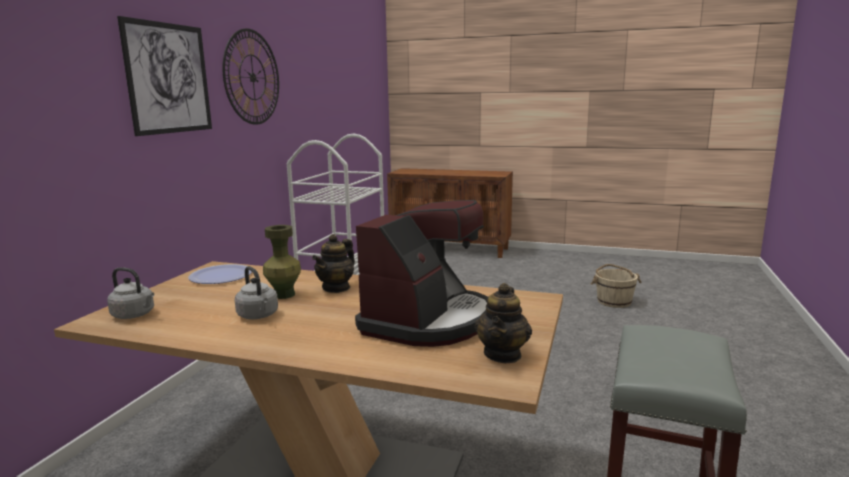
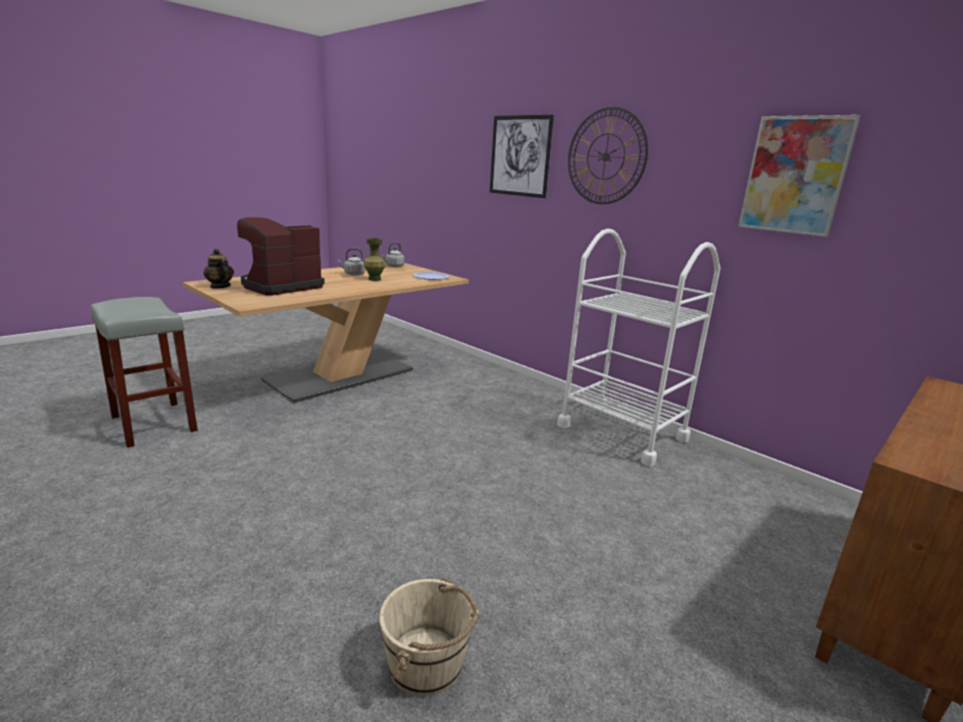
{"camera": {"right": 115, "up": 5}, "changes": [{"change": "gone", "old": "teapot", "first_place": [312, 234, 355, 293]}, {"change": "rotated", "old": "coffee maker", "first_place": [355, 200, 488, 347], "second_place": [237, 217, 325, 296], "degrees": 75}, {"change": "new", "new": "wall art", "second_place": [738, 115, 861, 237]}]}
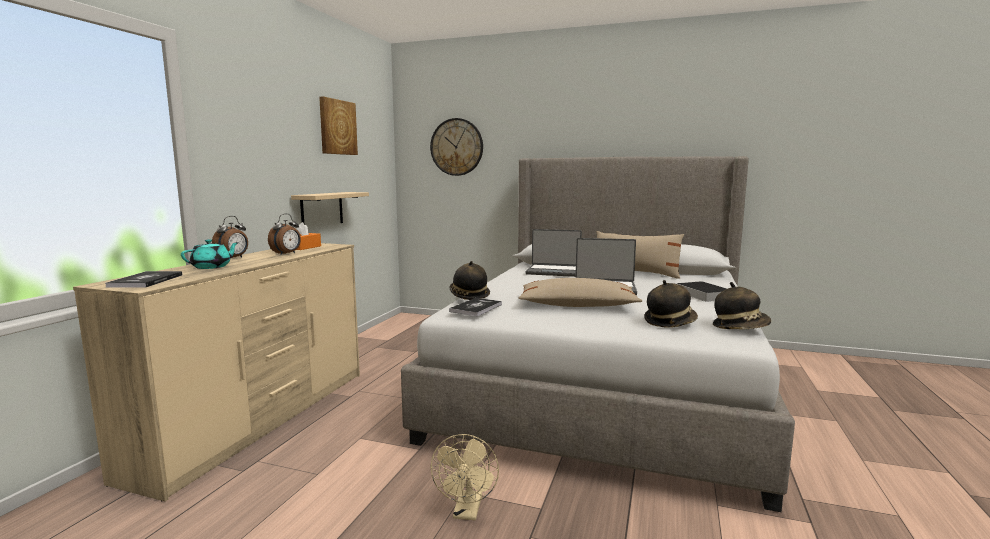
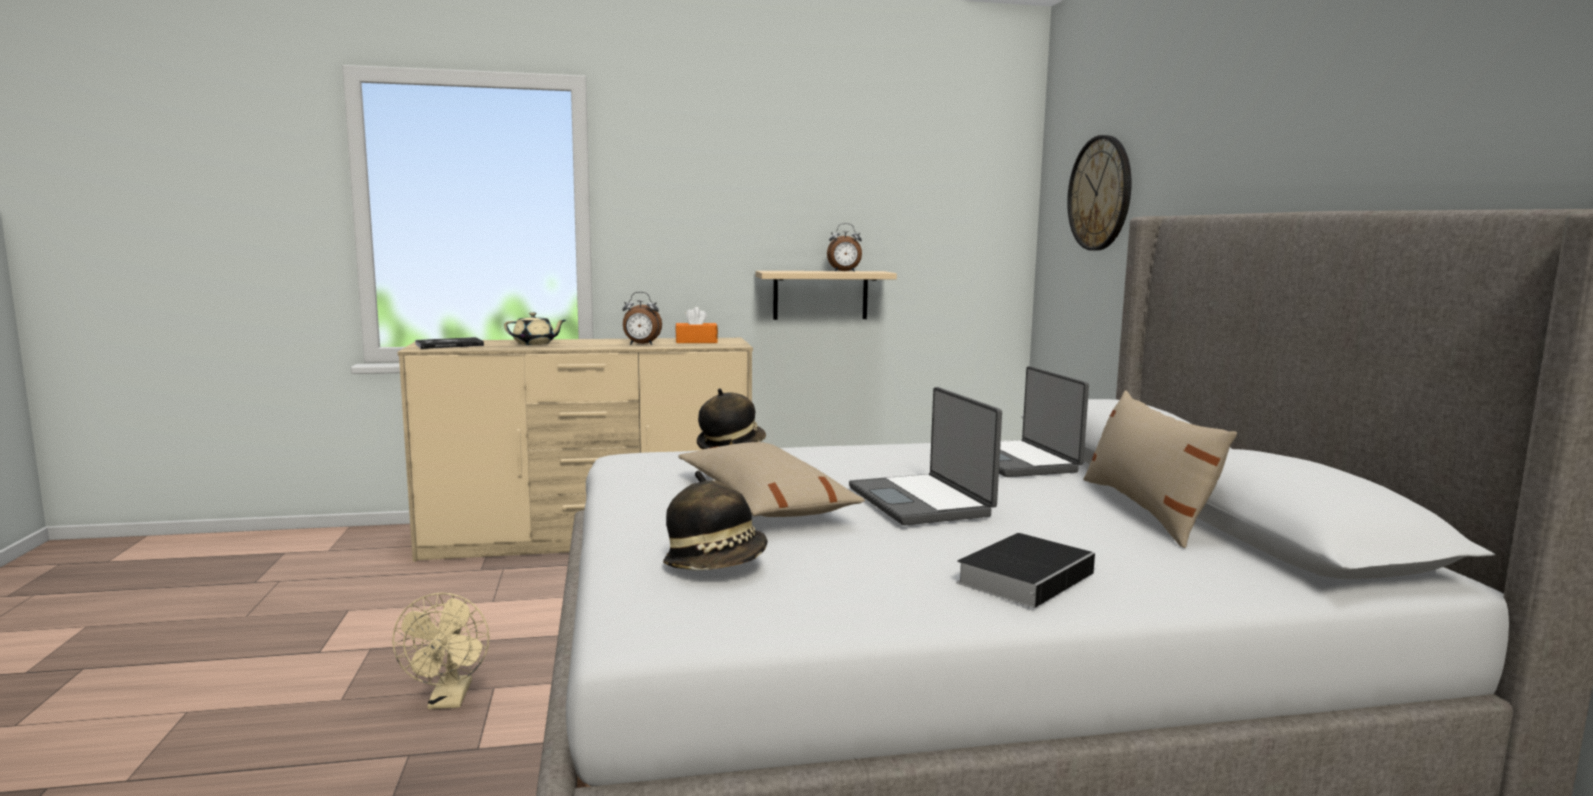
{"camera": {"right": 60, "up": 0}, "changes": [{"change": "repainted", "old": "teapot (turquoise-coloured)", "new": "teapot (sand-coloured)", "first_place": [181, 239, 239, 269], "second_place": [504, 312, 566, 345]}, {"change": "shifted", "old": "alarm clock", "first_place": [212, 216, 248, 258], "second_place": [827, 223, 862, 272]}, {"change": "gone", "old": "wall art", "first_place": [319, 96, 358, 155]}, {"change": "rotated", "old": "cooling fan (sand-coloured)", "first_place": [431, 434, 499, 520], "second_place": [392, 592, 489, 709], "degrees": -75}, {"change": "gone", "old": "book", "first_place": [449, 298, 502, 316]}, {"change": "gone", "old": "clothing hat", "first_place": [713, 282, 771, 330]}]}
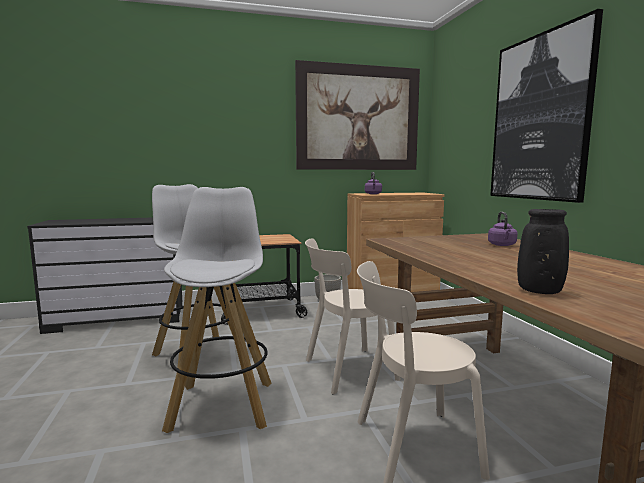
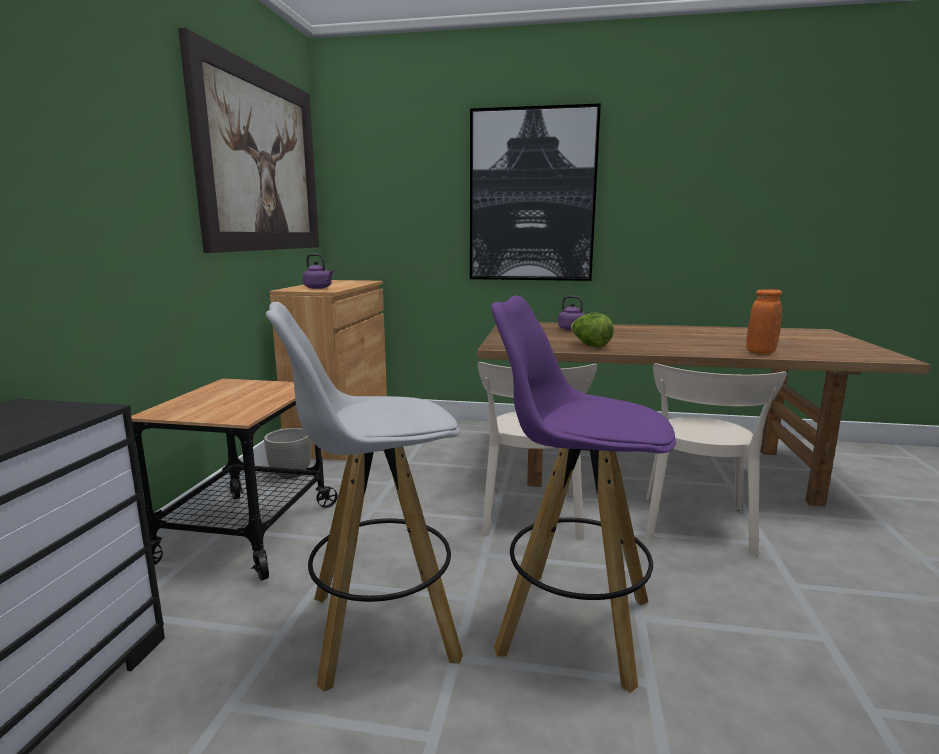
{"camera": {"right": -65, "up": 5}, "changes": [{"change": "repainted", "old": "sitting stool (white)", "new": "sitting stool (purple-coloured)", "first_place": [162, 187, 271, 433], "second_place": [491, 296, 676, 693]}, {"change": "repainted", "old": "vase (black)", "new": "vase (orange-coloured)", "first_place": [517, 209, 569, 294], "second_place": [746, 289, 782, 354]}, {"change": "new", "new": "head of lettuce", "second_place": [571, 312, 614, 347]}]}
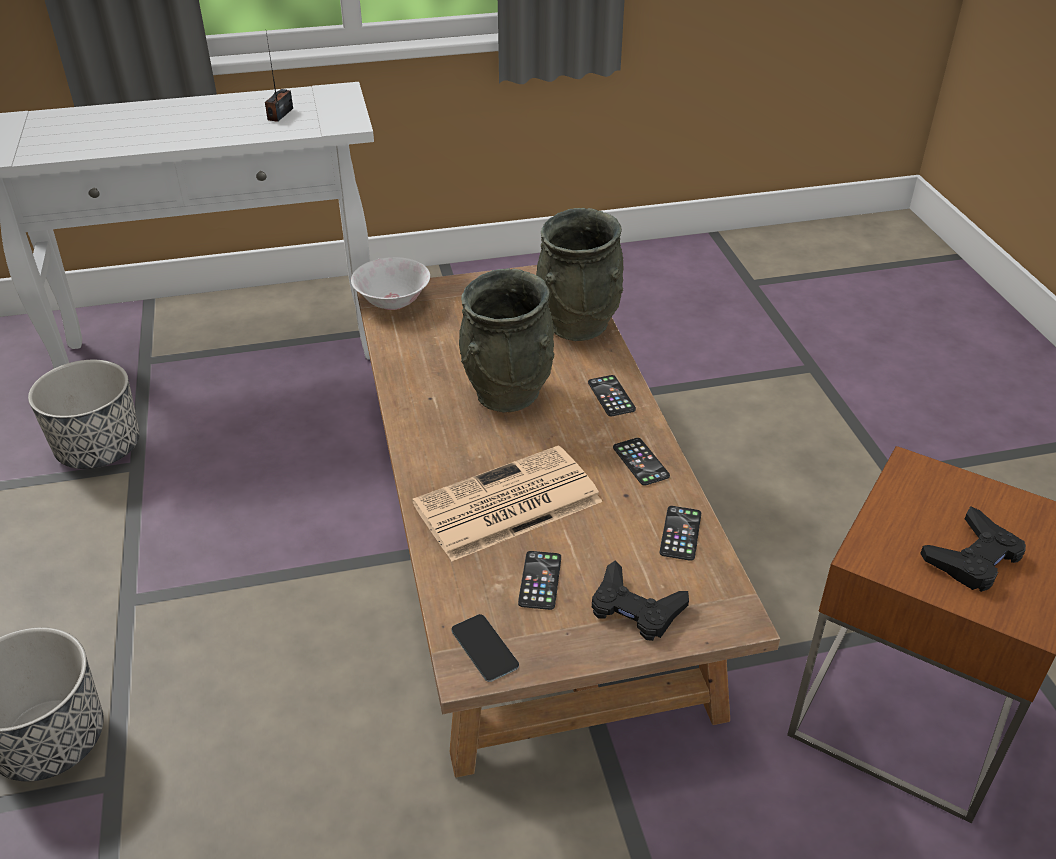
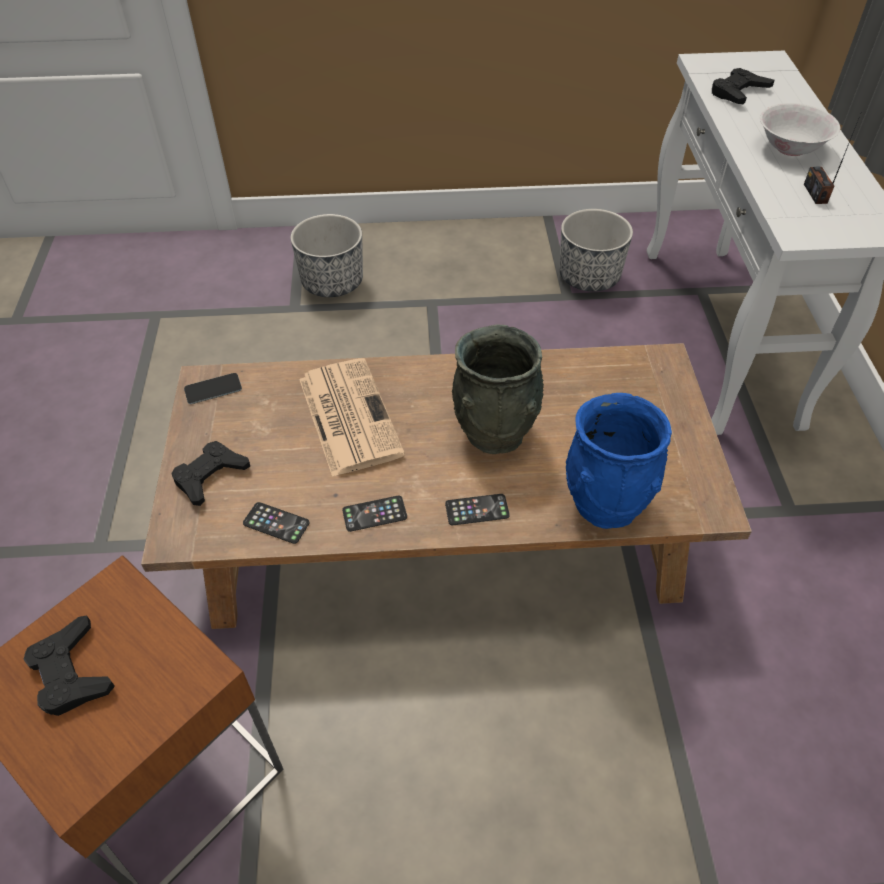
{"camera": {"right": 100, "up": 10}, "changes": [{"change": "rotated", "old": "radio set", "first_place": [265, 32, 293, 122], "second_place": [804, 111, 862, 204], "degrees": -120}, {"change": "shifted", "old": "serving bowl (white)", "first_place": [351, 257, 430, 310], "second_place": [760, 103, 840, 156]}, {"change": "gone", "old": "handset", "first_place": [518, 551, 561, 610]}, {"change": "repainted", "old": "vase (gray)", "new": "vase (blue)", "first_place": [536, 208, 624, 341], "second_place": [566, 393, 672, 529]}, {"change": "new", "new": "game controller (black)", "second_place": [712, 68, 775, 104]}]}
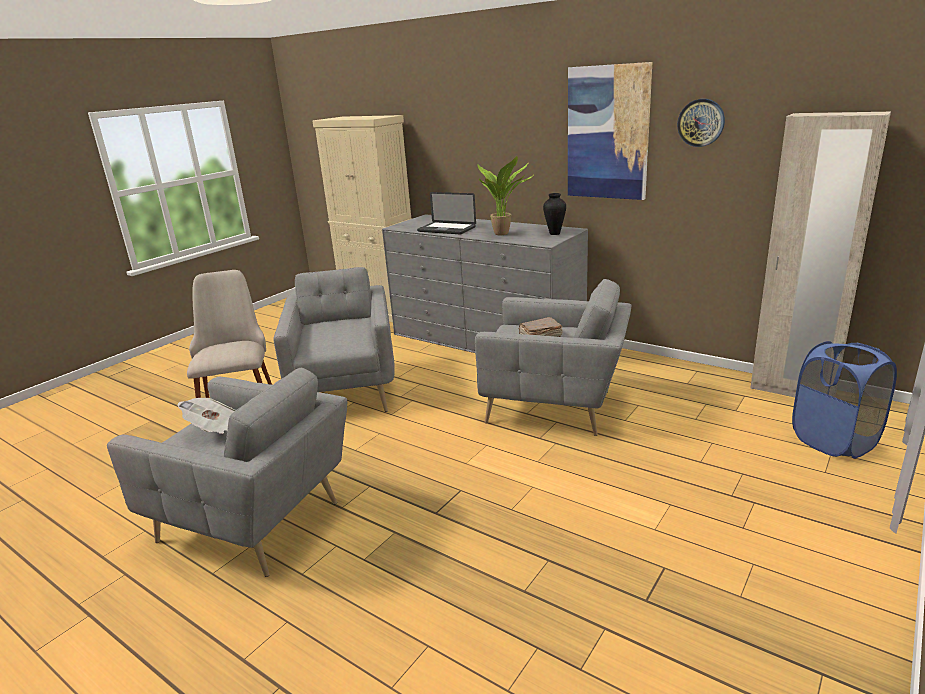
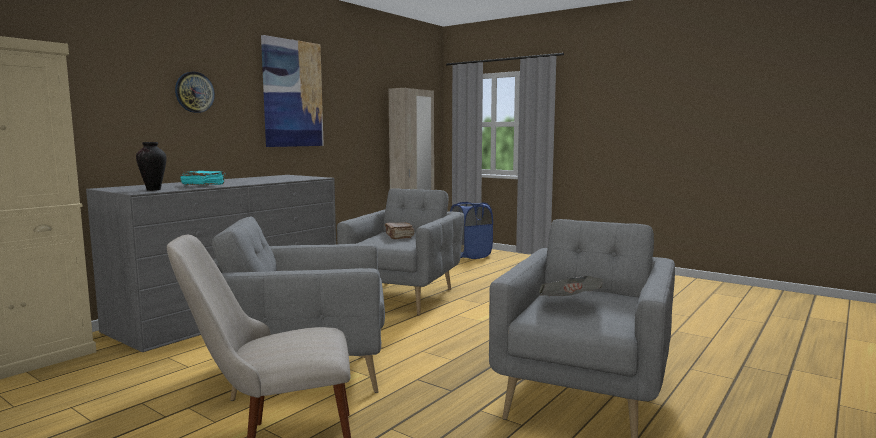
{"camera": {"right": -90, "up": -15}, "changes": [{"change": "swapped", "old": "notebook computer", "new": "book (turquoise-coloured)", "first_place": [417, 192, 476, 234], "second_place": [181, 171, 226, 186]}, {"change": "gone", "old": "houseplant", "first_place": [478, 156, 533, 235]}, {"change": "shifted", "old": "vase", "first_place": [543, 193, 566, 235], "second_place": [136, 142, 167, 191]}, {"change": "shifted", "old": "clock on the wall", "first_place": [677, 99, 725, 147], "second_place": [175, 72, 215, 113]}]}
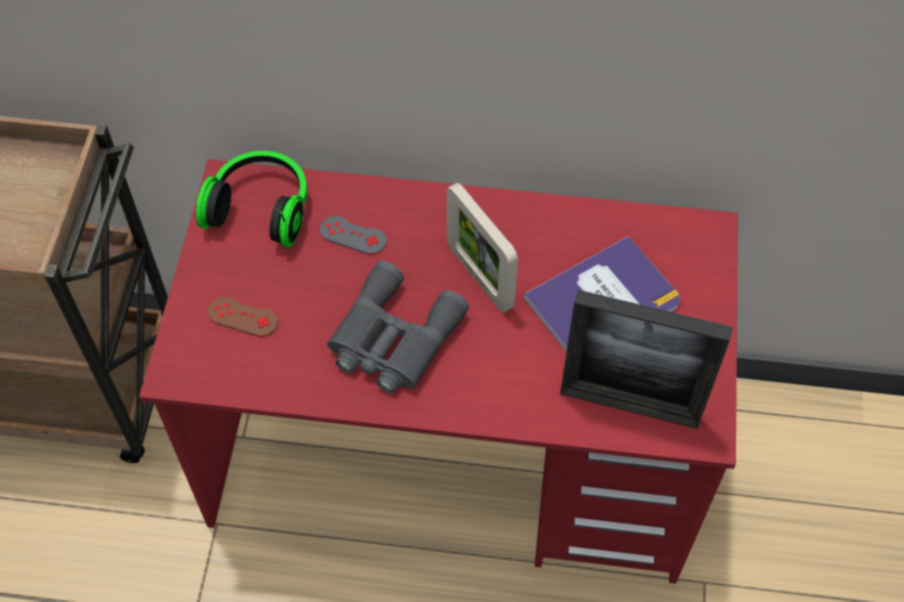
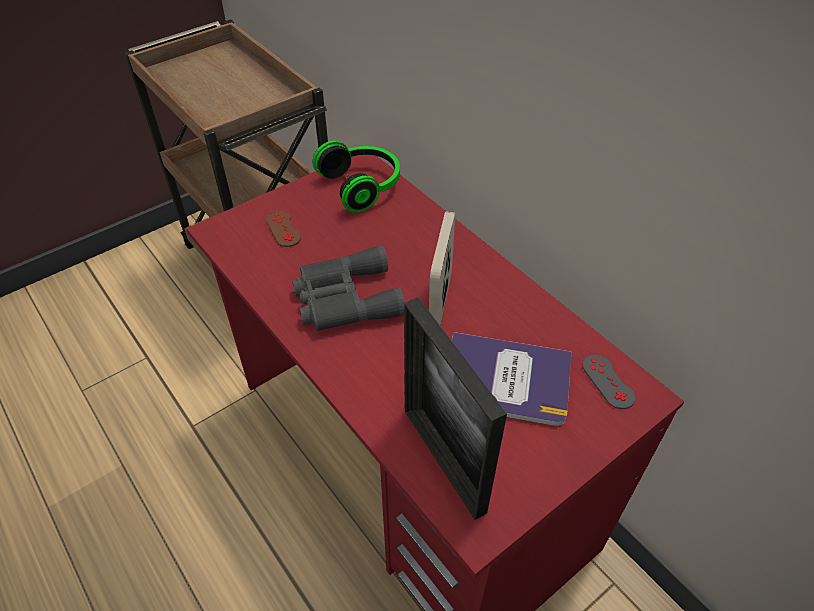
{"camera": {"right": 45, "up": -10}, "changes": [{"change": "shifted", "old": "game controller (gray)", "first_place": [320, 216, 387, 254], "second_place": [582, 355, 635, 409]}]}
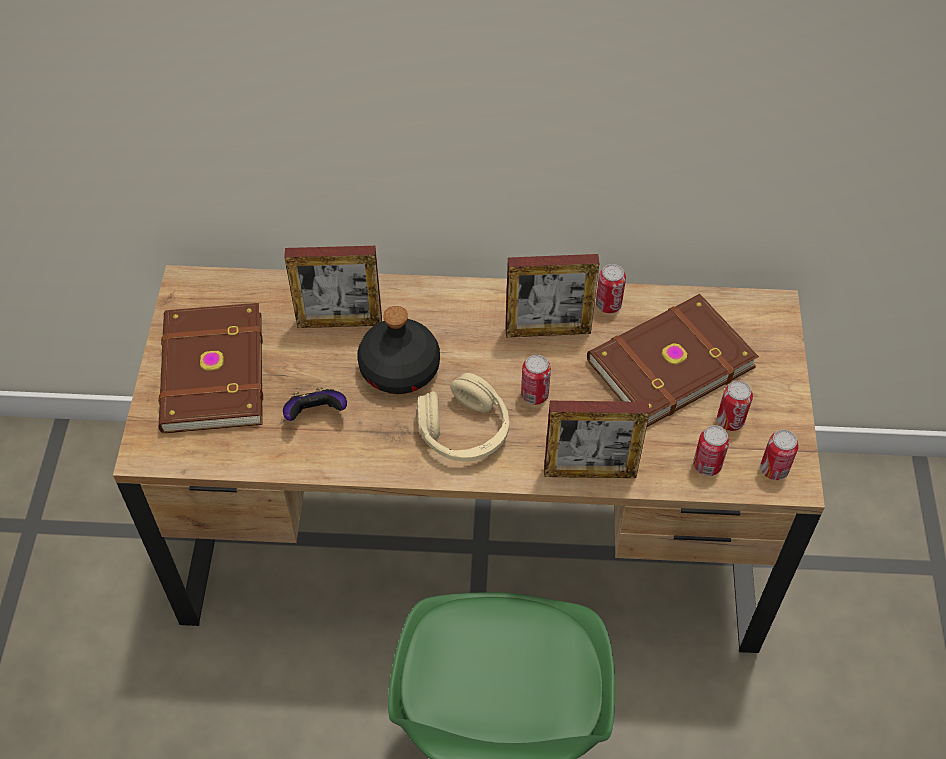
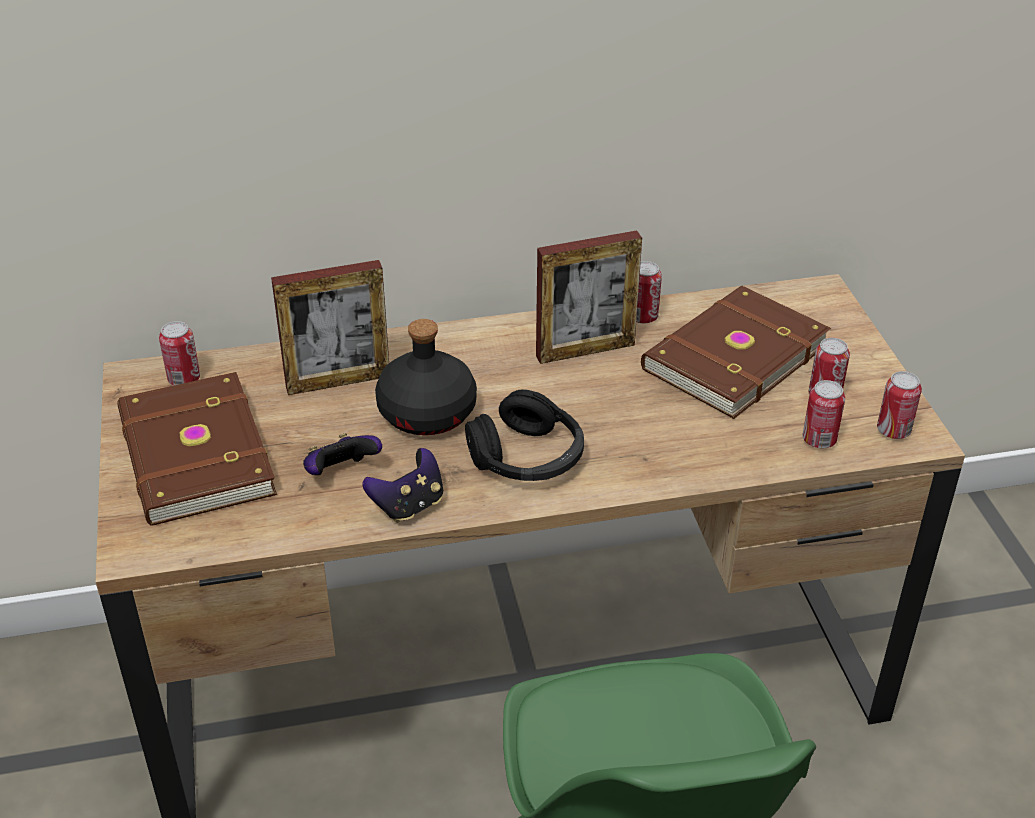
{"camera": {"right": -15, "up": -15}, "changes": [{"change": "repainted", "old": "headset (sand-coloured)", "new": "headset (black)", "first_place": [417, 373, 509, 462], "second_place": [465, 389, 584, 481]}, {"change": "shifted", "old": "can", "first_place": [521, 355, 551, 405], "second_place": [159, 321, 200, 385]}, {"change": "gone", "old": "photo frame", "first_place": [544, 401, 649, 478]}, {"change": "new", "new": "game controller", "second_place": [362, 448, 443, 523]}]}
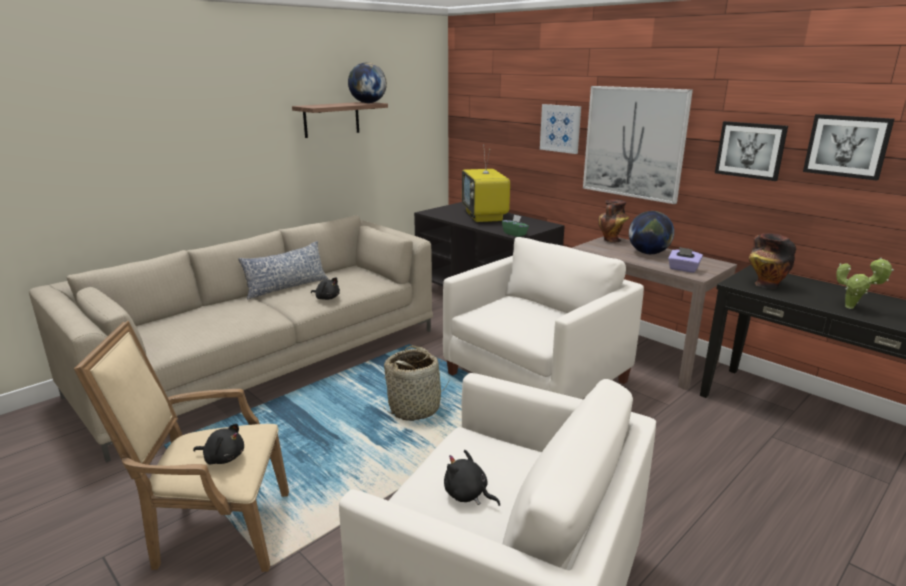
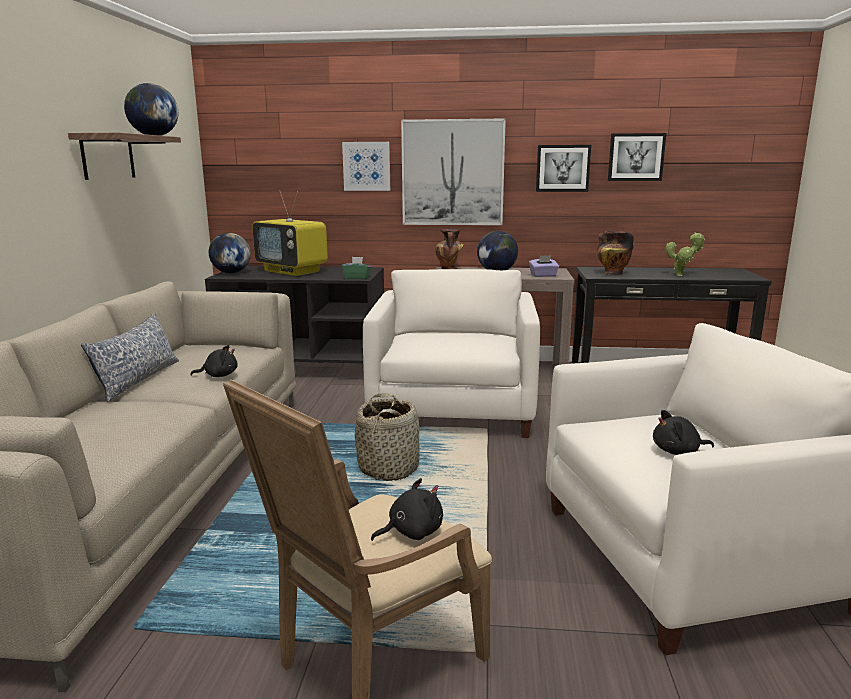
{"camera": {"right": -40, "up": -5}, "changes": [{"change": "new", "new": "desk globe", "second_place": [209, 233, 251, 273]}]}
